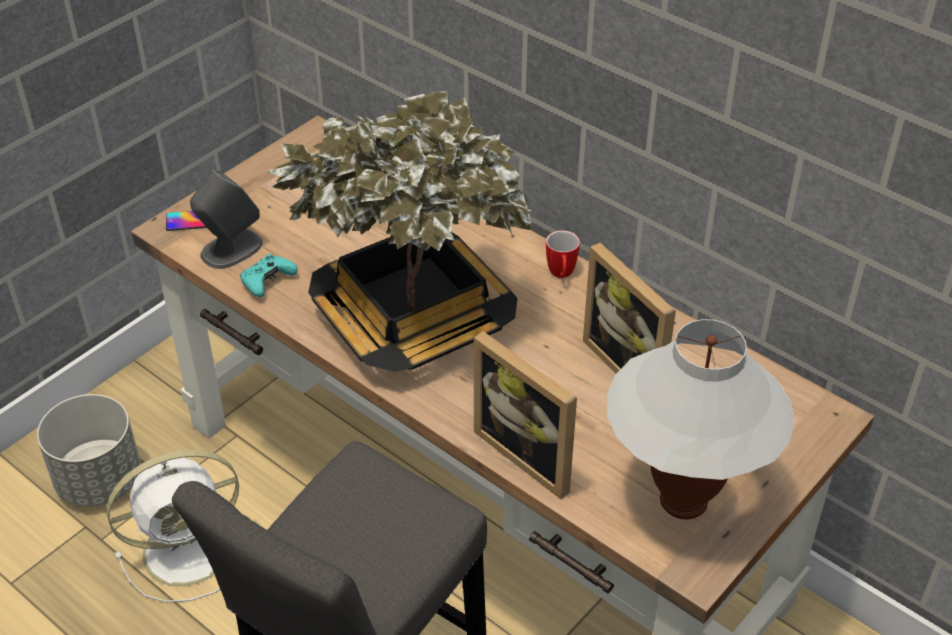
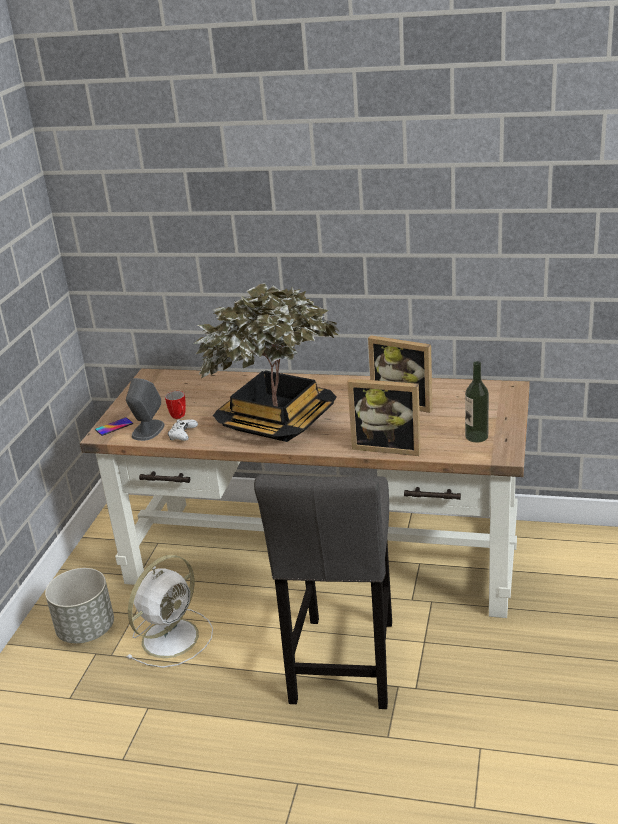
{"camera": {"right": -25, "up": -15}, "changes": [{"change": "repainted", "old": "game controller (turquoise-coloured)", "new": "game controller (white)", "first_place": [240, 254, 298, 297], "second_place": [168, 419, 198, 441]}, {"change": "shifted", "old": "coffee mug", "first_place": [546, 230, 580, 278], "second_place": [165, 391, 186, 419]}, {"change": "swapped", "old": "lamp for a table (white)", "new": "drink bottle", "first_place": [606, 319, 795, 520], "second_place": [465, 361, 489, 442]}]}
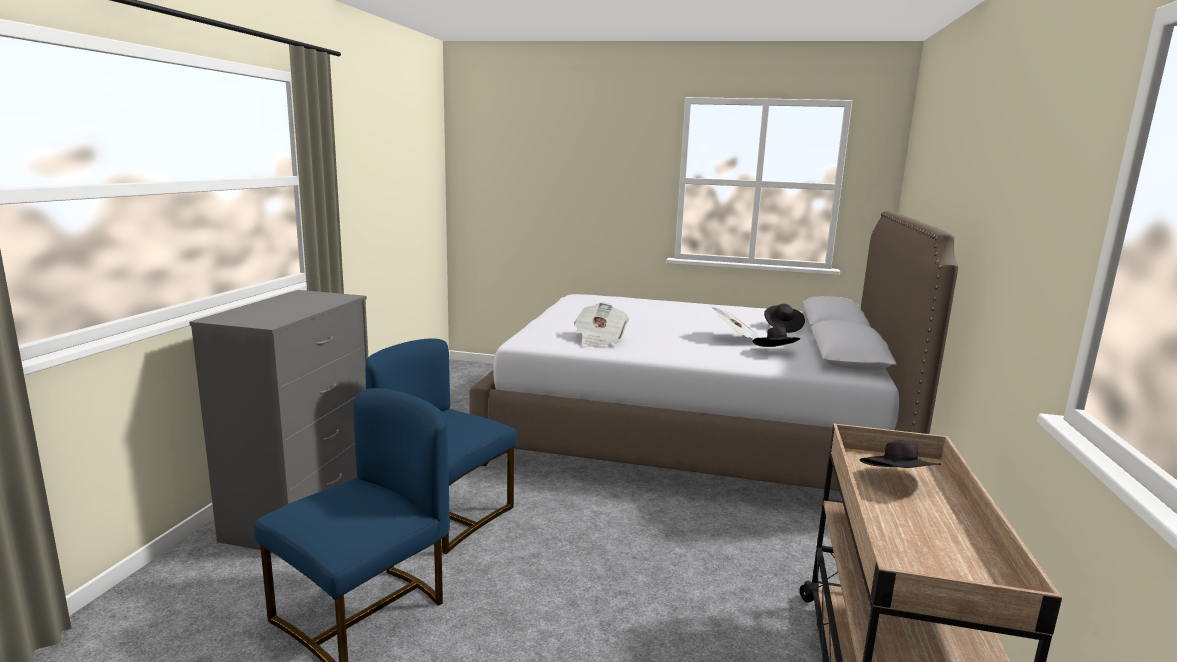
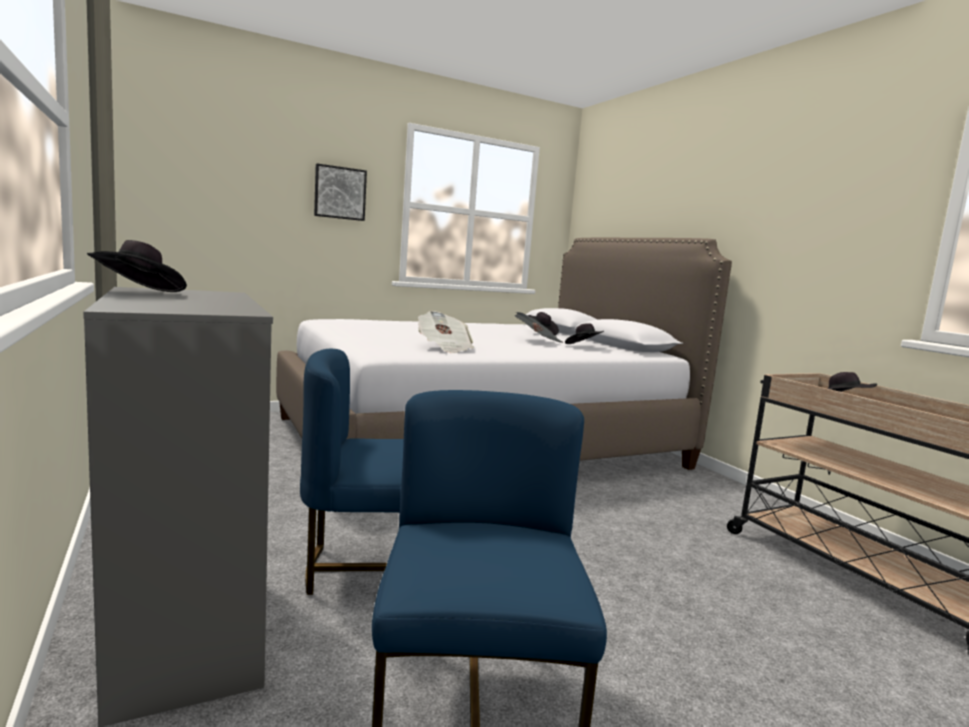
{"camera": {"right": -40, "up": -5}, "changes": [{"change": "new", "new": "clothing hat (black)", "second_place": [87, 240, 187, 292]}, {"change": "new", "new": "wall art", "second_place": [314, 163, 367, 221]}]}
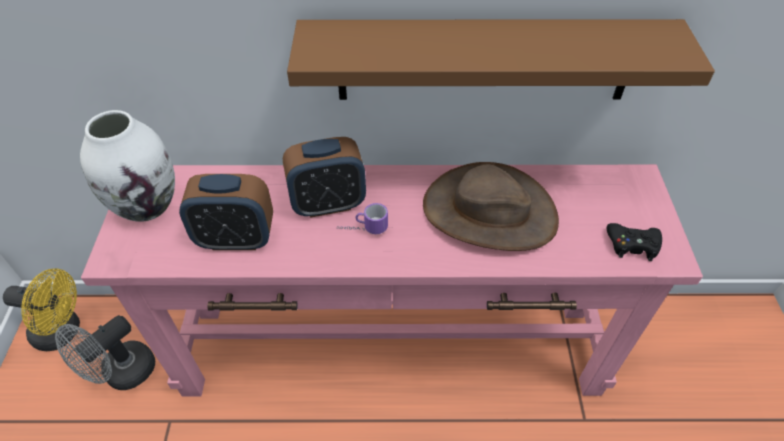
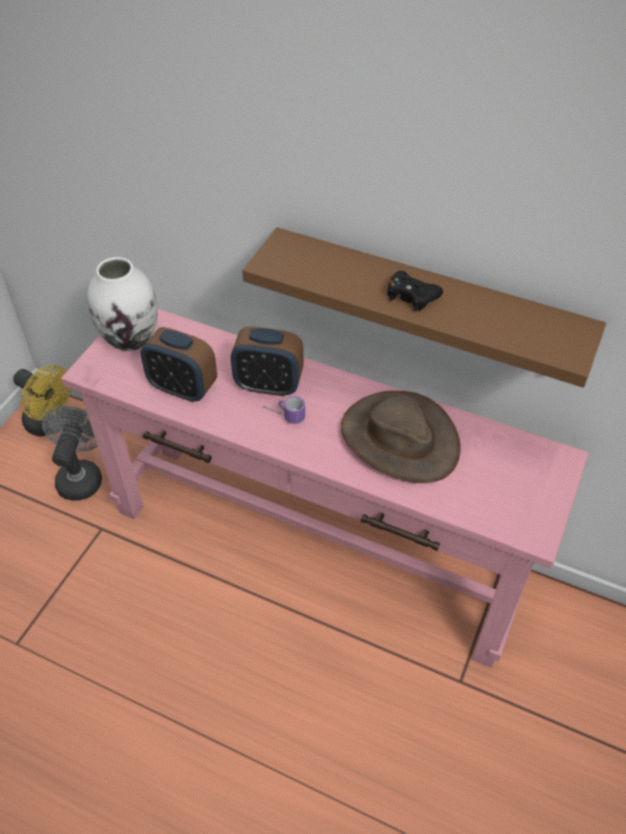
{"camera": {"right": 25, "up": 0}, "changes": [{"change": "rotated", "old": "cooling fan (gray)", "first_place": [55, 315, 155, 390], "second_place": [42, 406, 102, 501], "degrees": 120}, {"change": "shifted", "old": "game controller (black)", "first_place": [607, 223, 662, 261], "second_place": [388, 271, 443, 312]}]}
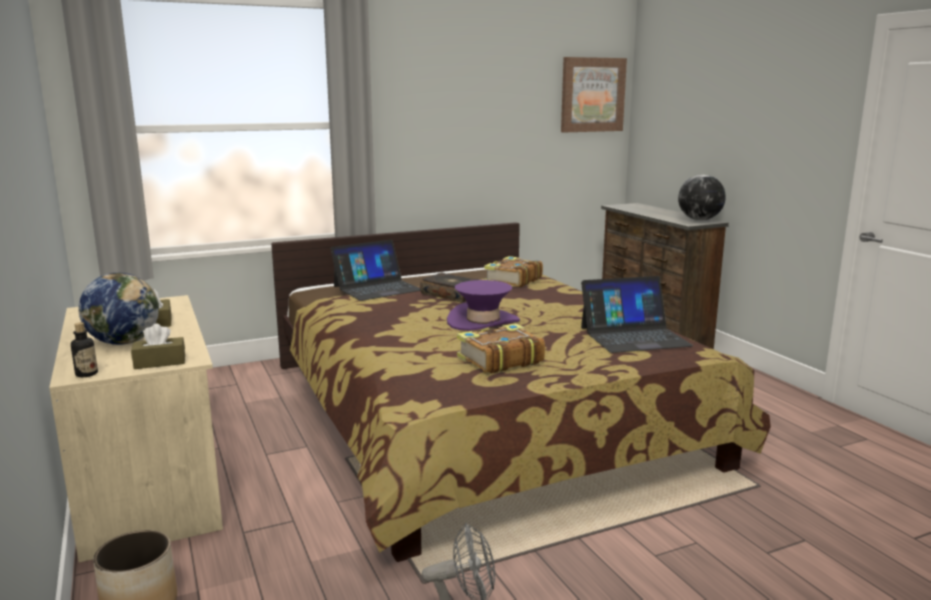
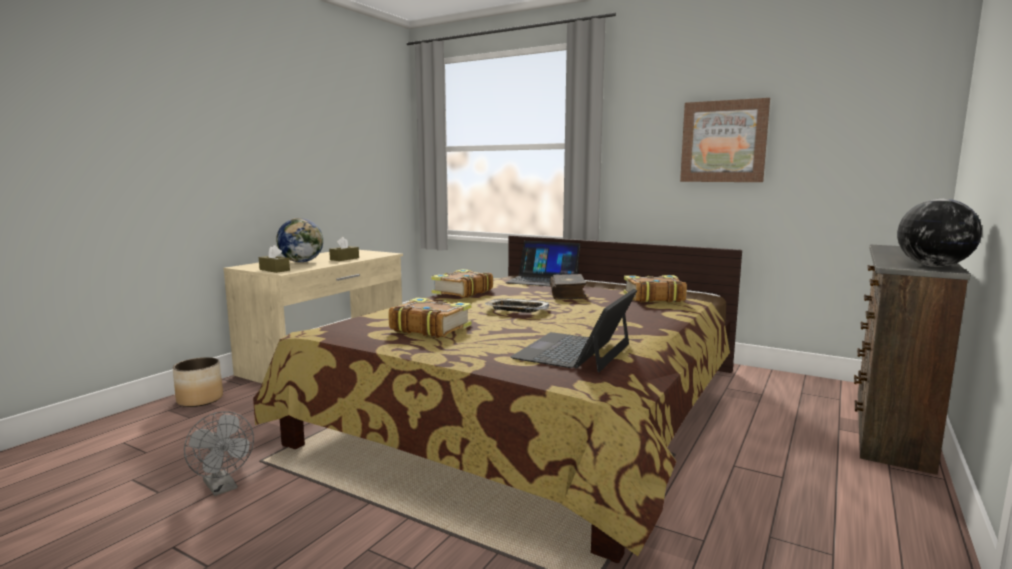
{"camera": {"right": 55, "up": -5}, "changes": [{"change": "gone", "old": "drink bottle", "first_place": [71, 322, 98, 377]}, {"change": "swapped", "old": "clothing hat (purple-coloured)", "new": "carrying tray", "first_place": [447, 280, 520, 331], "second_place": [485, 299, 549, 313]}, {"change": "shifted", "old": "wall art", "first_place": [561, 57, 627, 132], "second_place": [680, 98, 770, 182]}, {"change": "rotated", "old": "notebook computer", "first_place": [581, 276, 693, 353], "second_place": [510, 289, 637, 372], "degrees": 75}, {"change": "new", "new": "book", "second_place": [431, 269, 493, 298]}]}
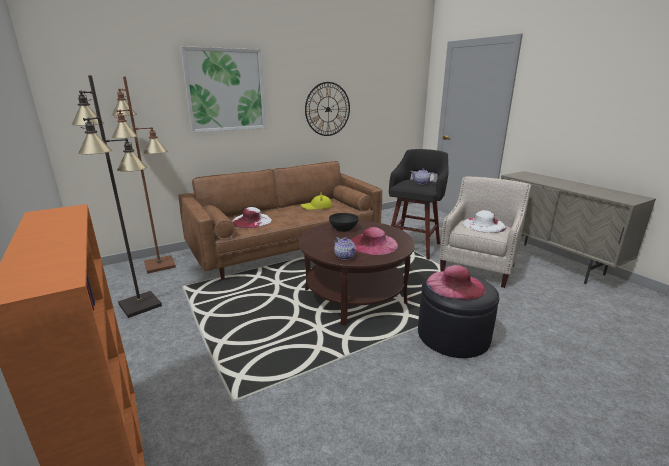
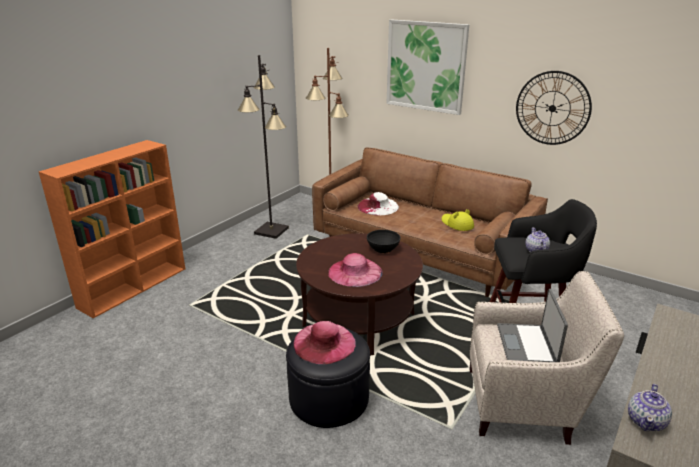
{"camera": {"right": 65, "up": 5}, "changes": [{"change": "shifted", "old": "teapot", "first_place": [334, 237, 356, 260], "second_place": [628, 384, 672, 431]}, {"change": "swapped", "old": "clothing hat (white)", "new": "notebook computer", "first_place": [463, 210, 506, 233], "second_place": [497, 289, 568, 362]}]}
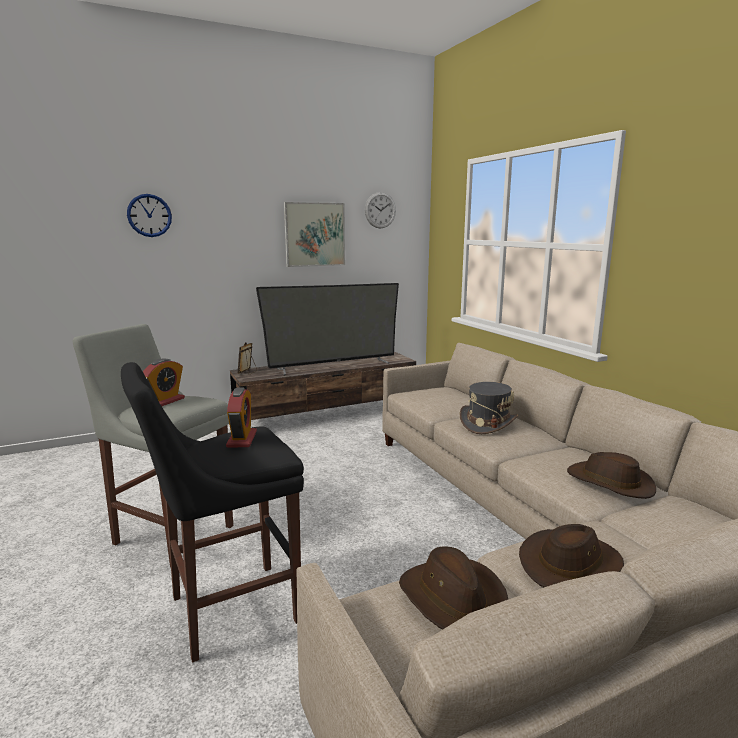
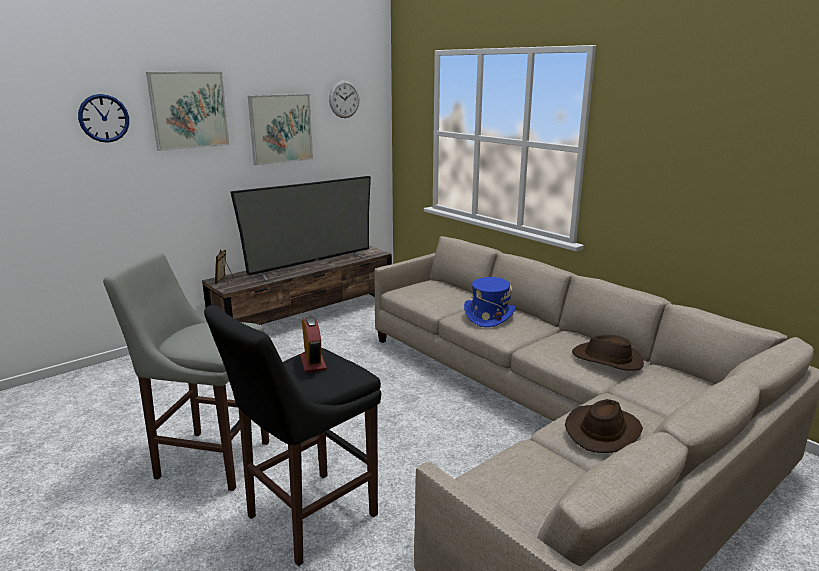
{"camera": {"right": -15, "up": 5}, "changes": [{"change": "gone", "old": "alarm clock", "first_place": [143, 358, 185, 406]}, {"change": "gone", "old": "clothing hat (brown-coloured)", "first_place": [399, 546, 508, 630]}, {"change": "repainted", "old": "clothing hat (gray)", "new": "clothing hat (blue)", "first_place": [460, 382, 518, 434], "second_place": [464, 277, 516, 327]}, {"change": "new", "new": "wall art", "second_place": [146, 72, 229, 151]}]}
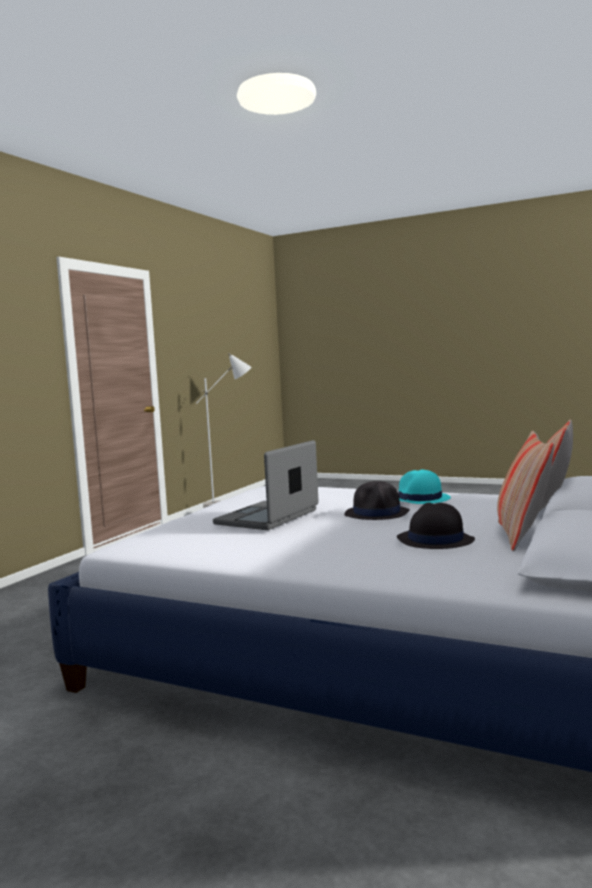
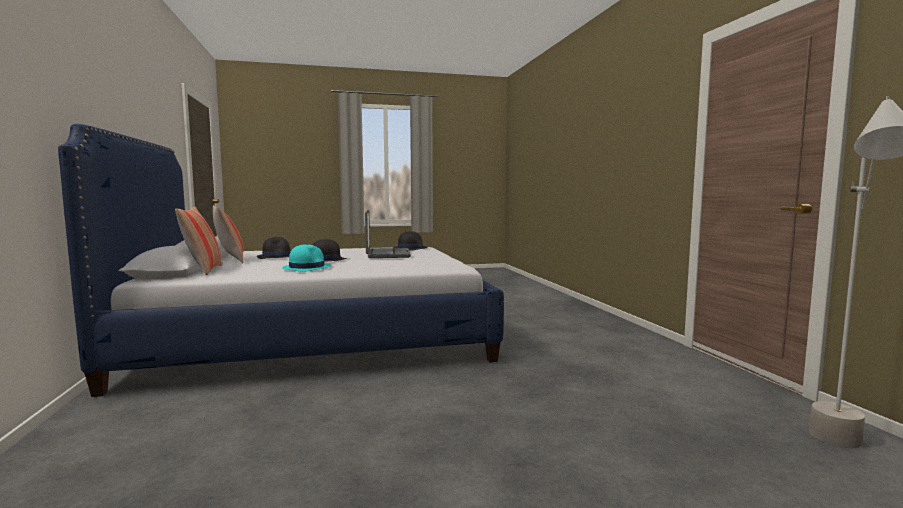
{"camera": {"right": 140, "up": 0}, "changes": [{"change": "new", "new": "clothing hat (black)", "second_place": [393, 231, 428, 251]}]}
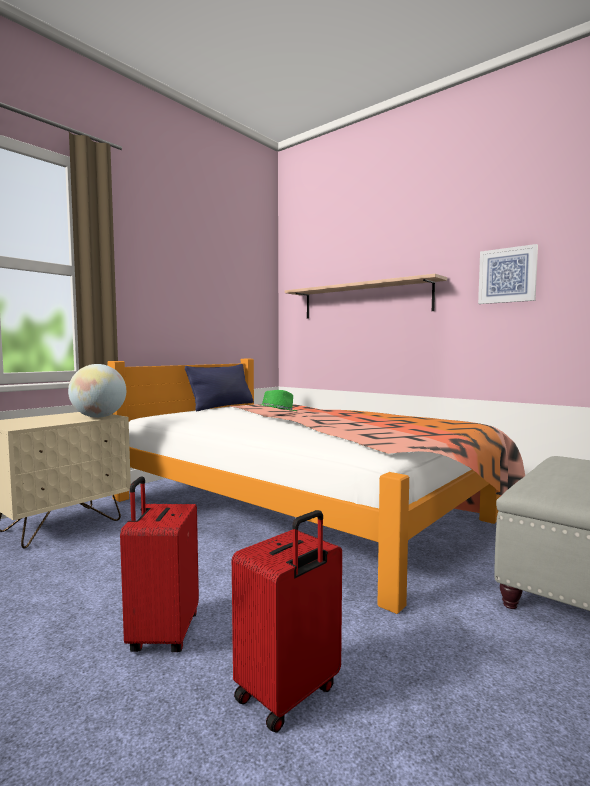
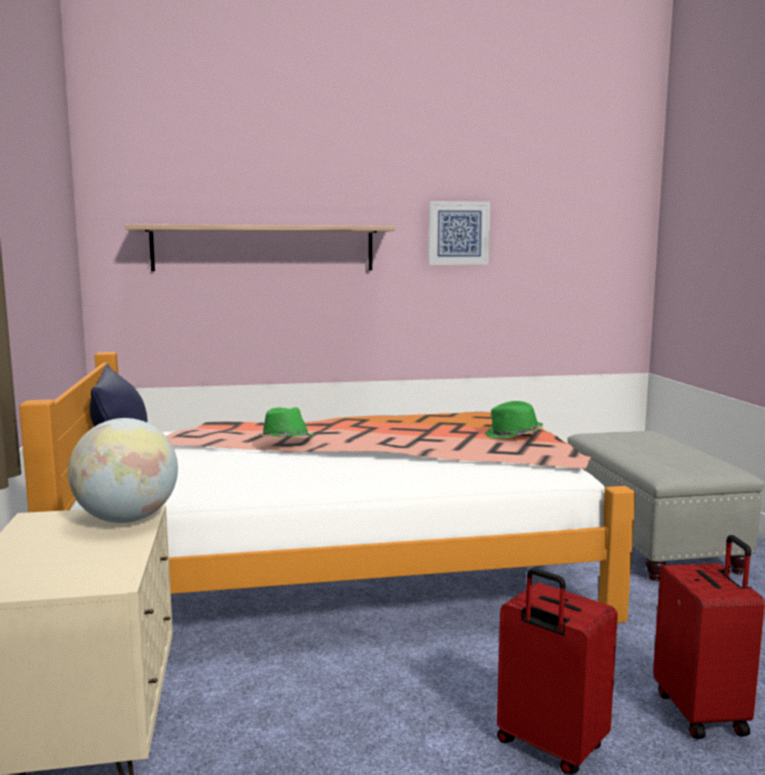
{"camera": {"right": -50, "up": 5}, "changes": [{"change": "new", "new": "clothing hat (green)", "second_place": [485, 401, 543, 438]}]}
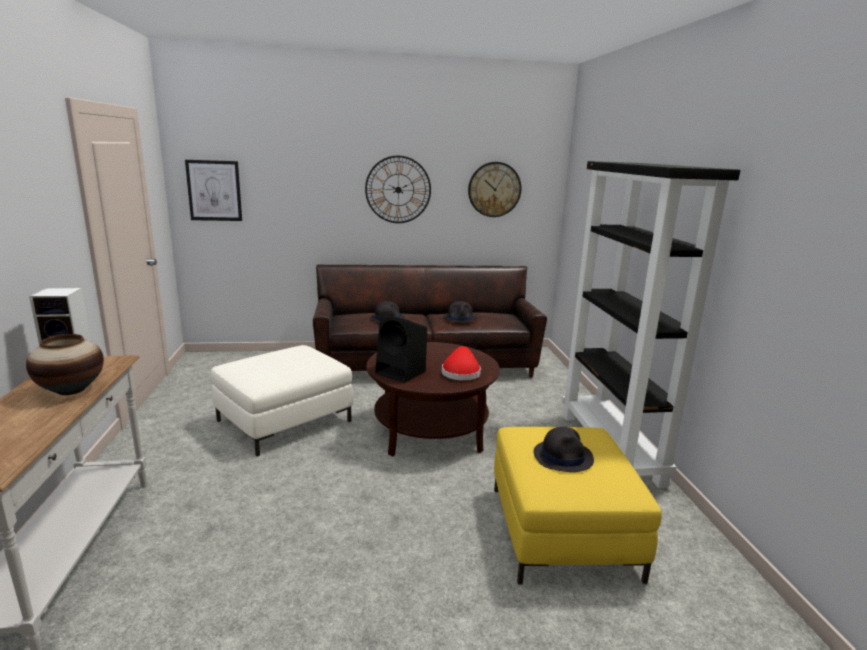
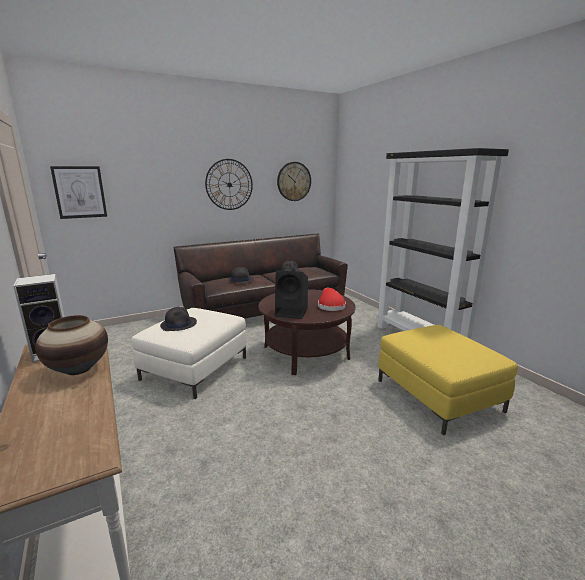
{"camera": {"right": -20, "up": 0}, "changes": [{"change": "shifted", "old": "clothing hat (black)", "first_place": [534, 427, 594, 472], "second_place": [160, 307, 197, 331]}]}
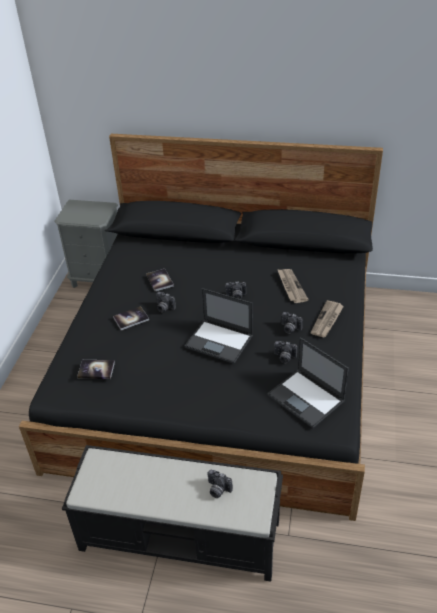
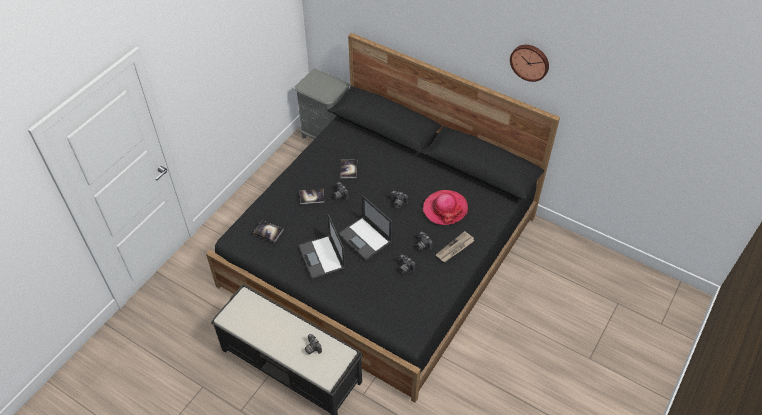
{"camera": {"right": 20, "up": 10}, "changes": [{"change": "shifted", "old": "notebook computer", "first_place": [267, 337, 349, 428], "second_place": [298, 214, 345, 279]}, {"change": "swapped", "old": "daily paper", "new": "clothing hat", "first_place": [277, 269, 309, 303], "second_place": [423, 190, 468, 225]}, {"change": "new", "new": "clock on the wall", "second_place": [510, 45, 549, 82]}]}
